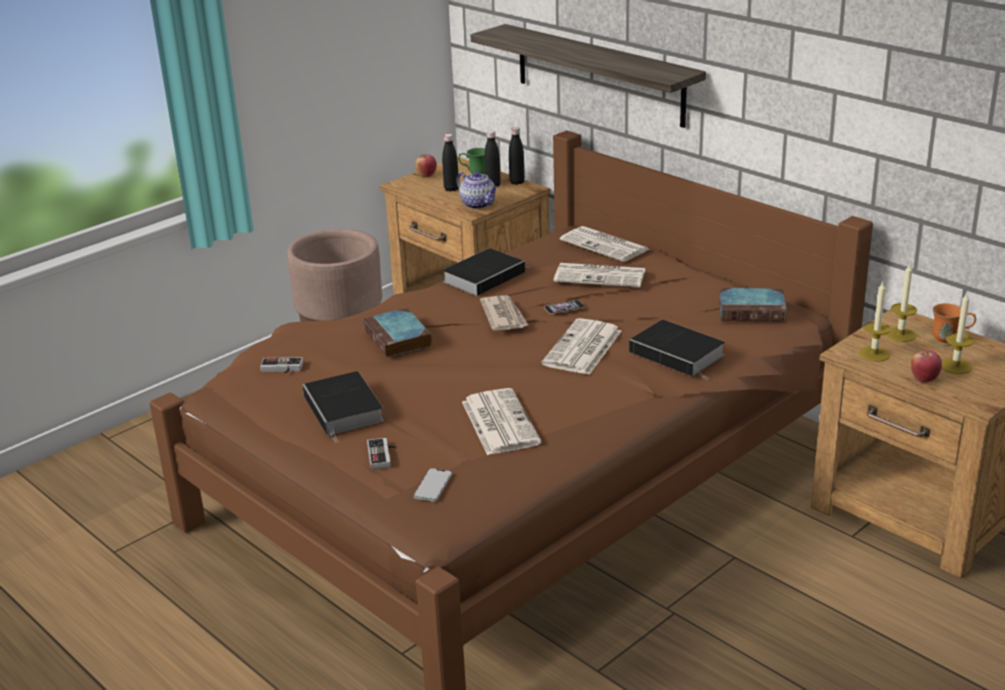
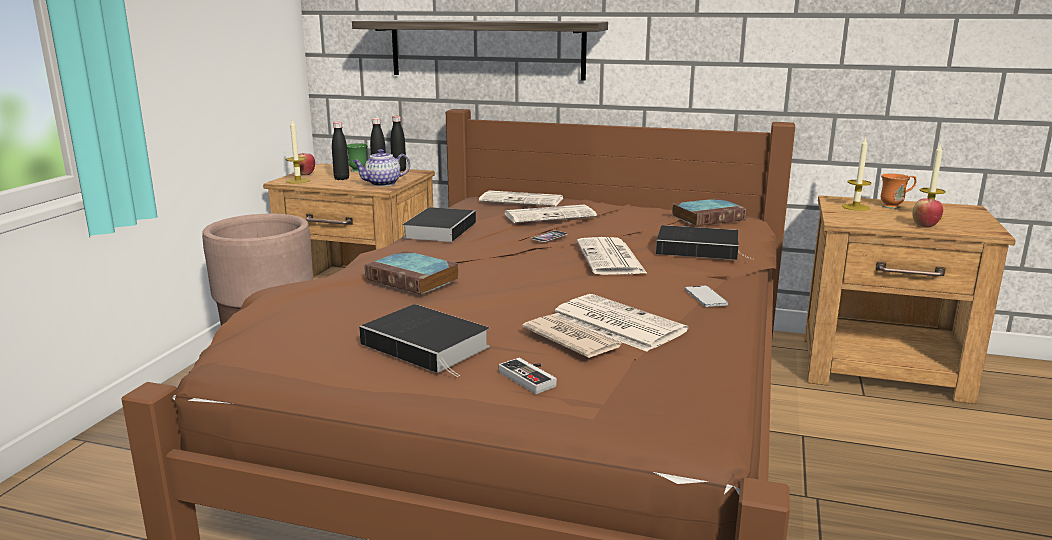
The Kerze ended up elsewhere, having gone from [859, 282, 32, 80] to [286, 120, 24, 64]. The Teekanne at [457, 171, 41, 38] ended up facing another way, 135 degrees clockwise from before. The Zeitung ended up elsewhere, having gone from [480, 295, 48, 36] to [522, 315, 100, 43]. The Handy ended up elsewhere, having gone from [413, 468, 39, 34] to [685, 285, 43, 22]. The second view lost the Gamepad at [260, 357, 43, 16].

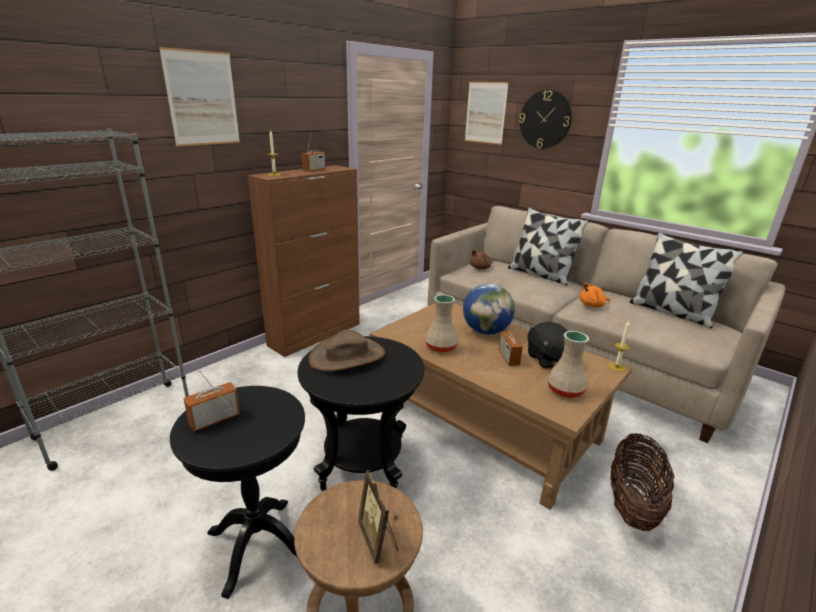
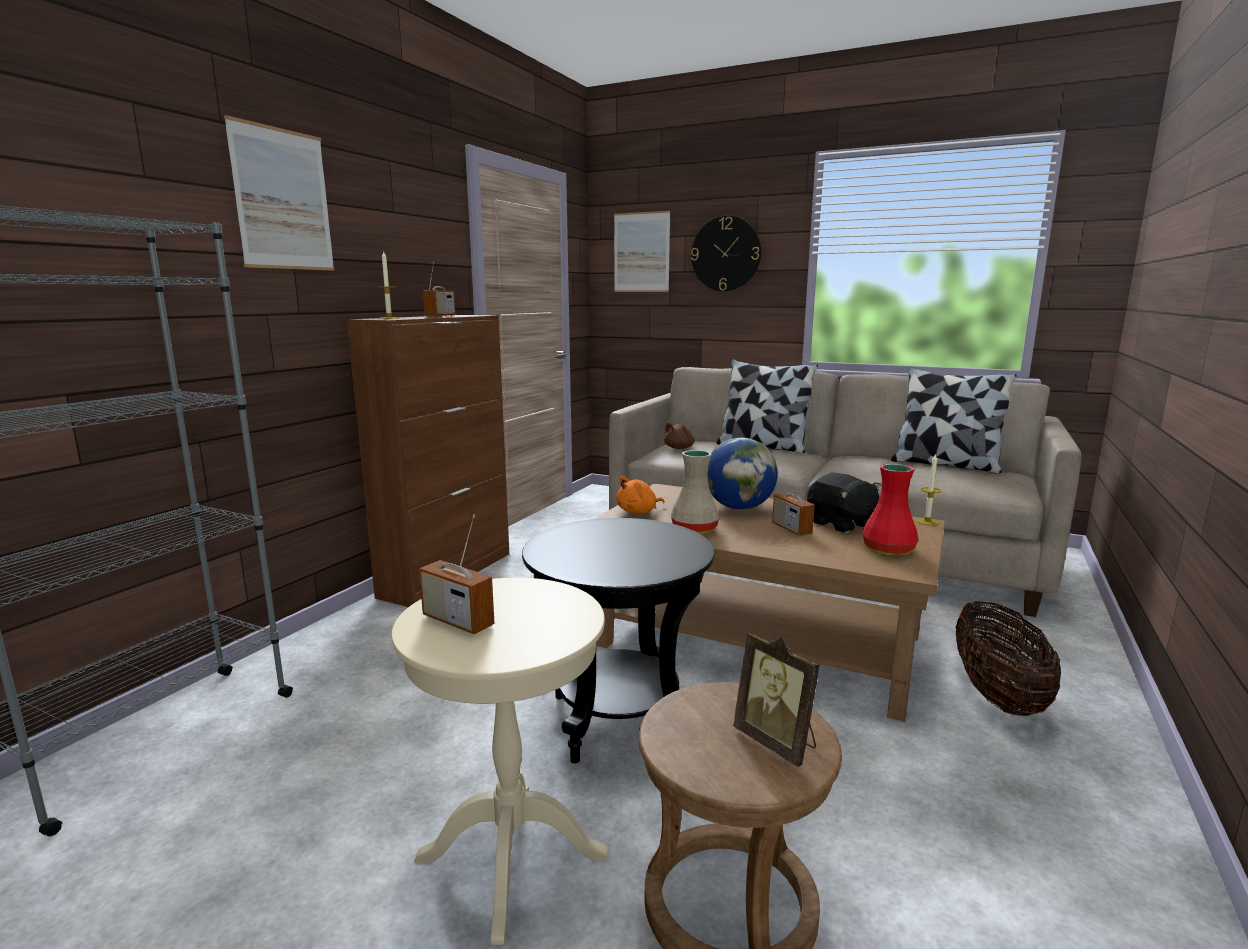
What was the Beistelltisch (schwarz) at [170, 386, 135, 213] turned into the Beistelltisch (beige) at [392, 578, 217, 367]. The Radio at [183, 370, 57, 62] ended up facing another way, 90 degrees counterclockwise from before. The Plüschtier (orange) ended up elsewhere, having gone from [579, 283, 31, 25] to [616, 476, 49, 37]. What was the Vase (beige) at [547, 331, 42, 67] turned into the Vase (rot) at [862, 464, 57, 92]. The second view lost the Hut (braun) at [309, 330, 76, 41].

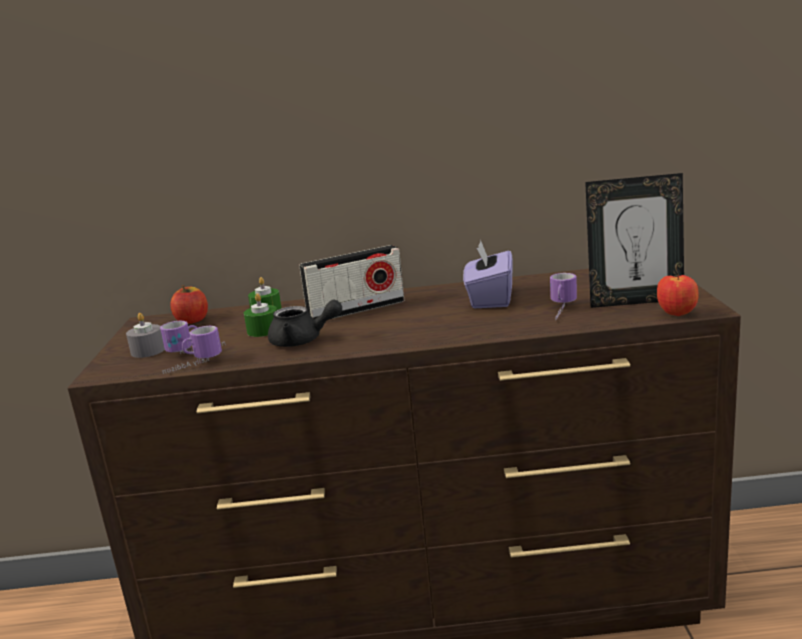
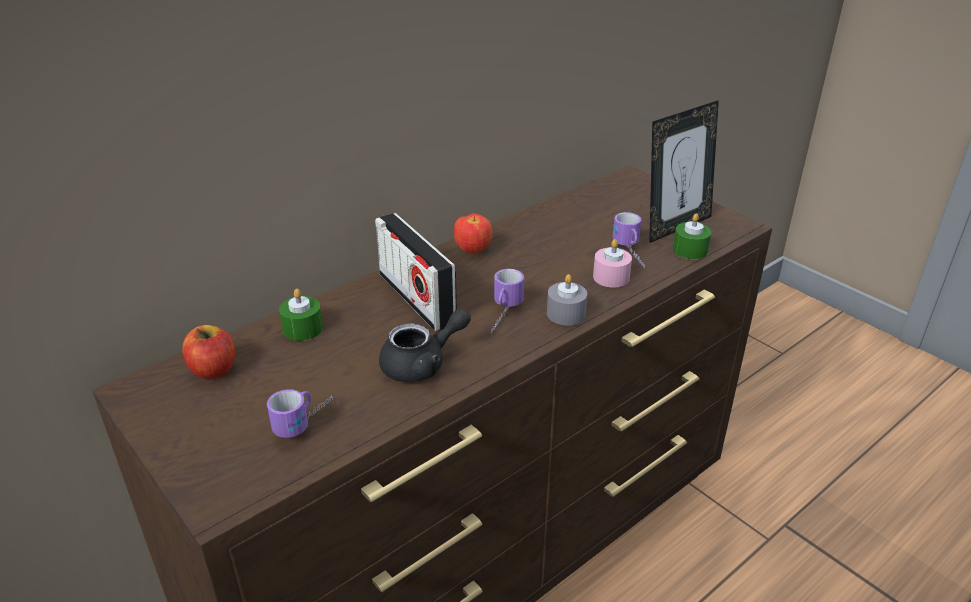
The Radio at [299, 245, 105, 74] ended up facing another way, 120 degrees clockwise from before. The Apfel ended up elsewhere, having gone from [657, 275, 41, 41] to [454, 213, 38, 40]. The Henkelbecher ended up elsewhere, having gone from [163, 326, 59, 48] to [491, 269, 33, 65]. The Kerze (grau) ended up elsewhere, having gone from [126, 313, 39, 45] to [547, 274, 40, 51]. The second view gained the Kerze (rosa) at [593, 239, 39, 49]. The Kerze (grün) ended up elsewhere, having gone from [244, 293, 33, 44] to [673, 213, 38, 46]. The second view lost the Taschentuchbox (lila) at [463, 240, 49, 68].

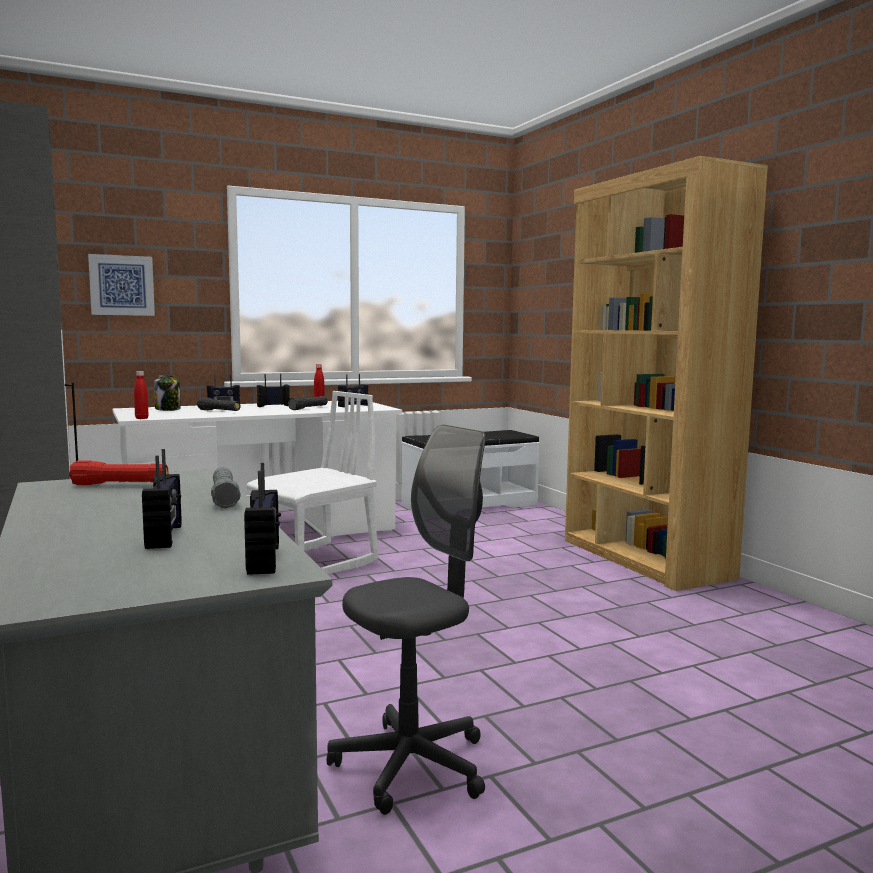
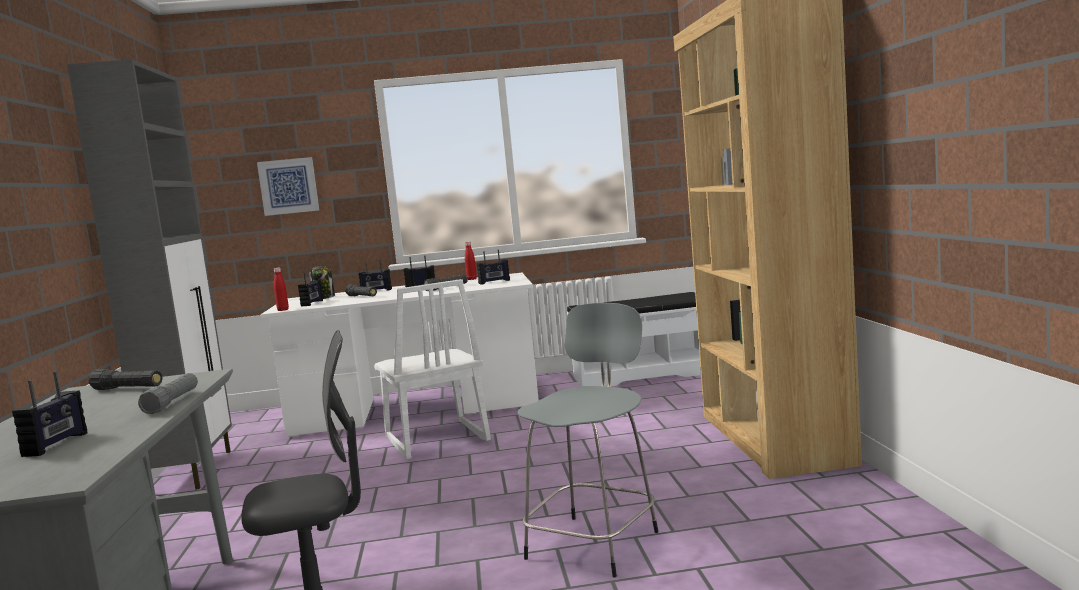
What was the Taschenlampe (rot) at [69, 460, 99, 25] turned into the Taschenlampe (schwarz) at [89, 369, 73, 21]. The Radio ended up elsewhere, having gone from [244, 463, 37, 112] to [298, 270, 25, 37]. The Stuhl (weiß) at [246, 391, 132, 183] ended up facing another way, 90 degrees clockwise from before. The second view gained the Hocker (grau) at [518, 303, 141, 275].

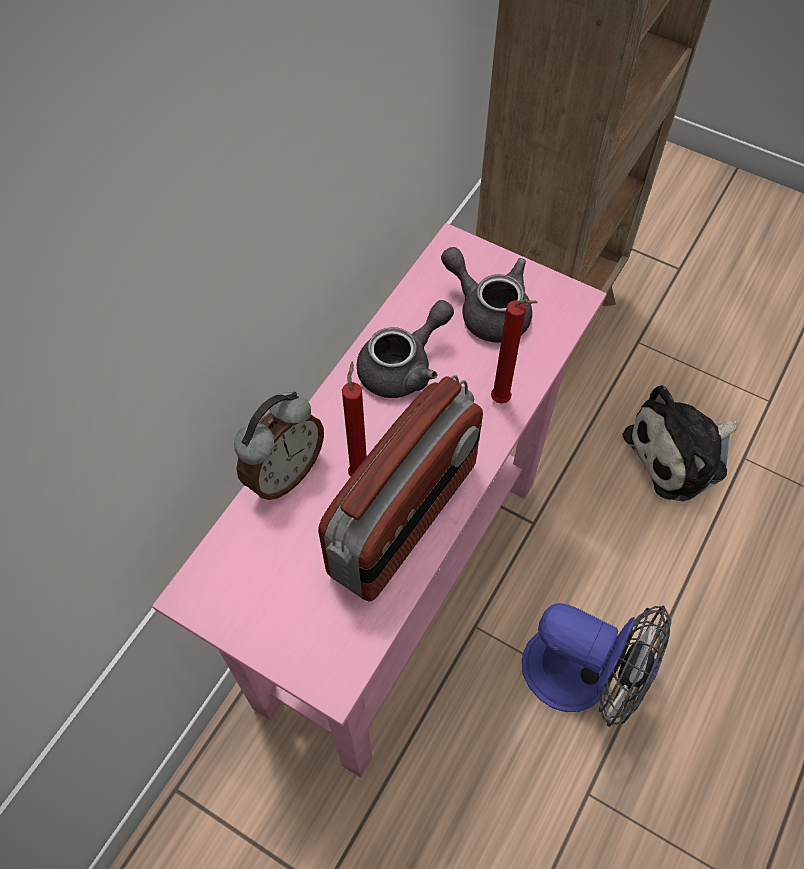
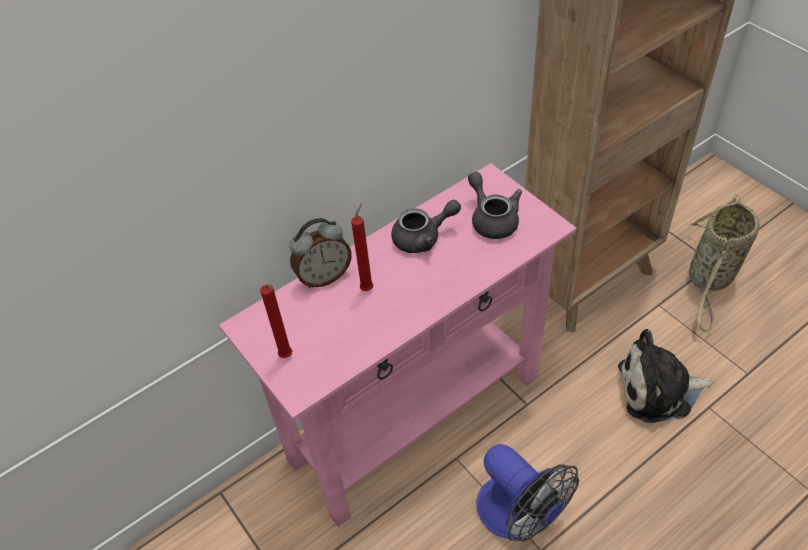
The Kerze (rot) ended up elsewhere, having gone from [491, 299, 47, 105] to [260, 284, 32, 74]. The second view gained the Korb at [689, 194, 70, 138]. The second view lost the Radio at [318, 375, 165, 227].

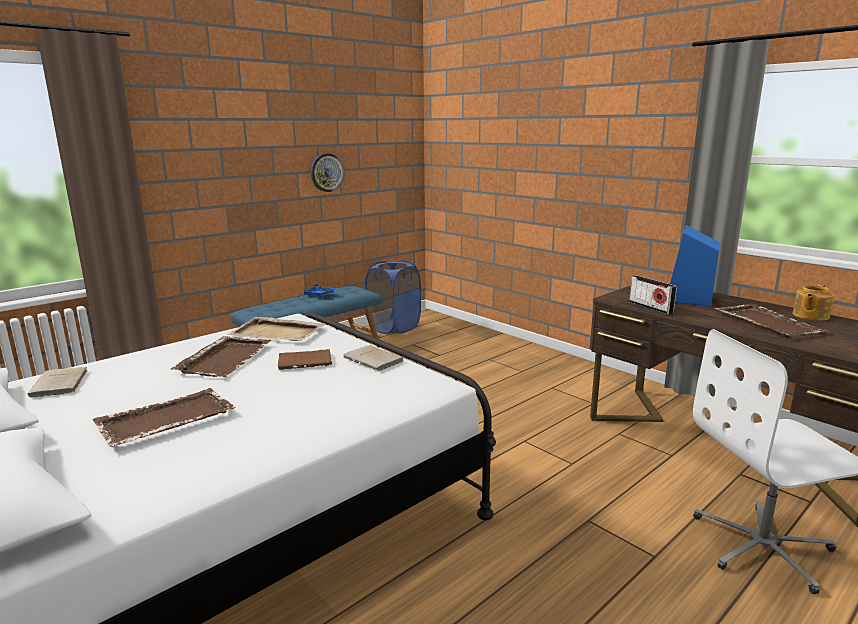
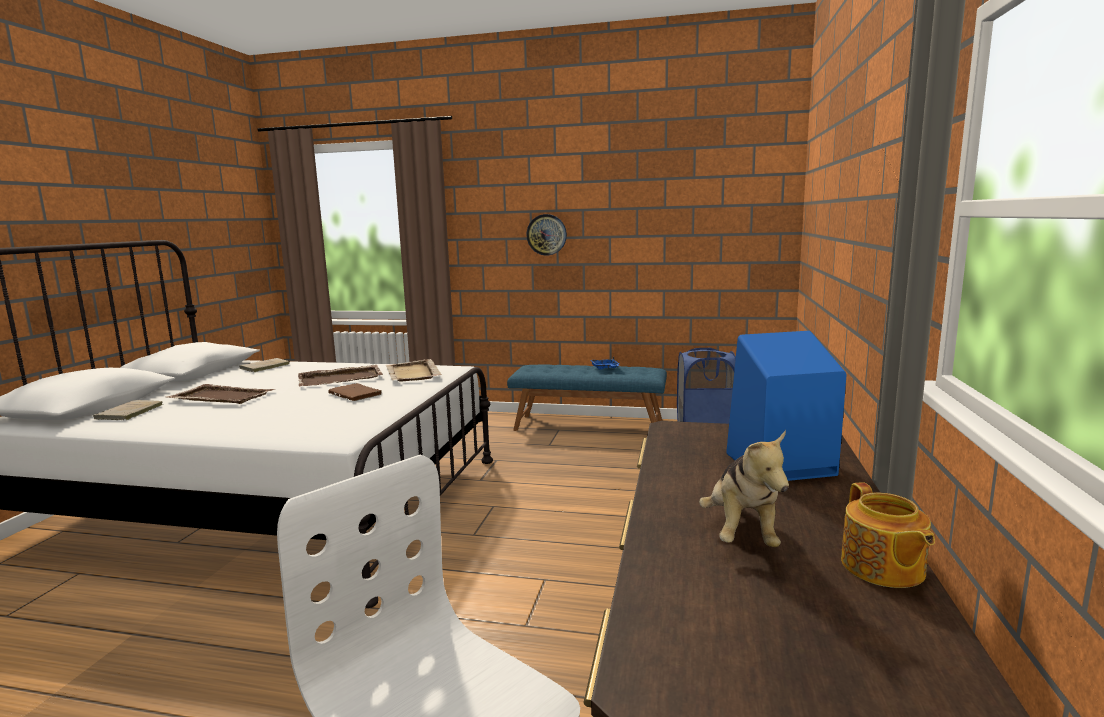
The Buch (beige) ended up elsewhere, having gone from [343, 345, 61, 26] to [93, 400, 70, 20]. The Wanduhr ended up elsewhere, having gone from [311, 153, 33, 39] to [526, 214, 41, 42]. Where the Tablett (braun) stood at [714, 303, 116, 35], the Plüschtier came to stand at [699, 430, 90, 117]. The Teekanne at [793, 284, 41, 36] ended up facing another way, 105 degrees counterclockwise from before. The second view lost the Radio at [629, 276, 48, 38].

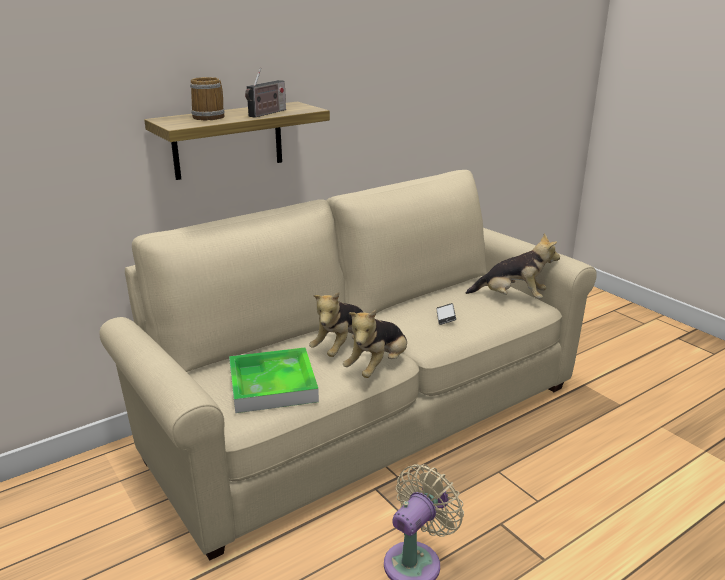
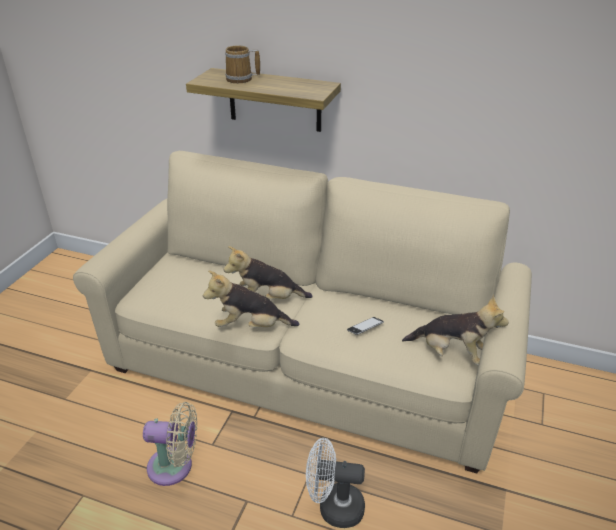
The second view gained the Ventilator (weiß) at [306, 438, 59, 90]. The Plüschtier at [466, 233, 94, 66] ended up facing another way, 45 degrees counterclockwise from before. The second view lost the Tablett at [229, 348, 90, 65]. The second view lost the Radio at [245, 68, 41, 50].

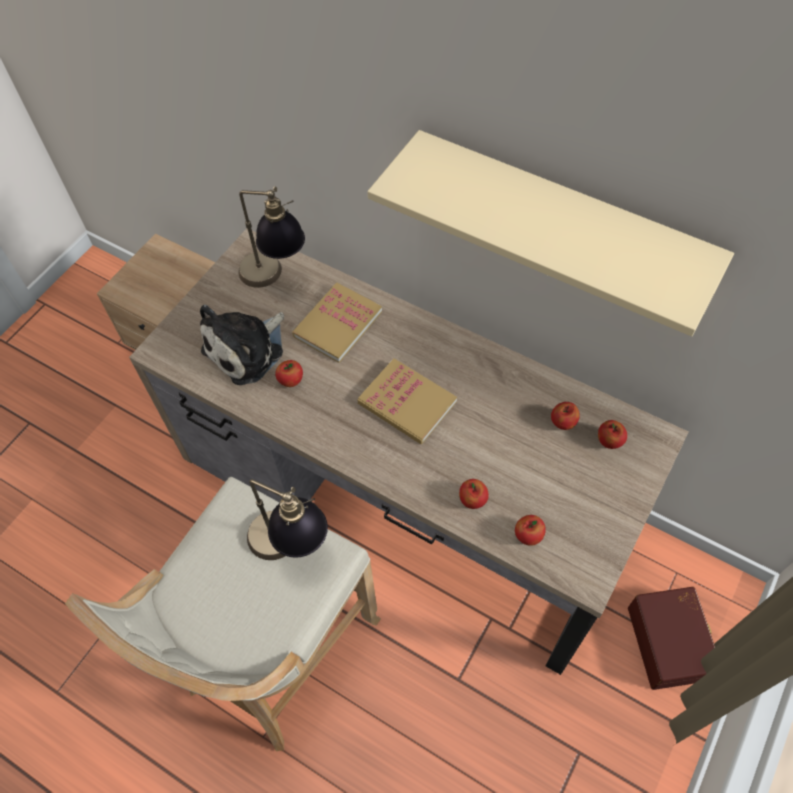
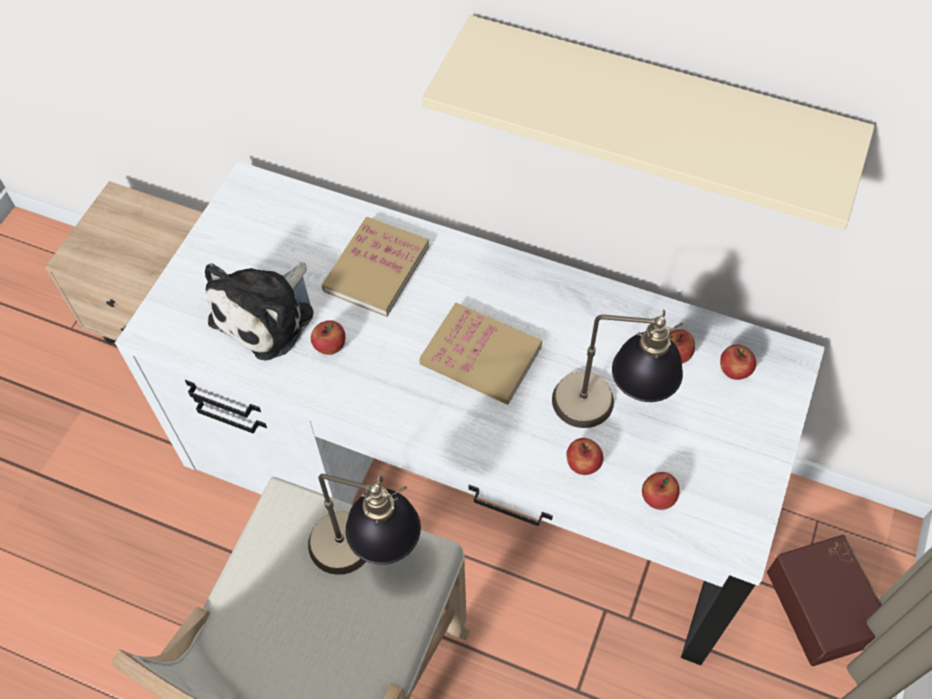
What was the Schreibtisch (braun) at [129, 228, 559, 447] turned into the Schreibtisch (weiß) at [115, 161, 710, 504]. The Tischlampe ended up elsewhere, having gone from [239, 186, 66, 102] to [552, 310, 131, 118].

